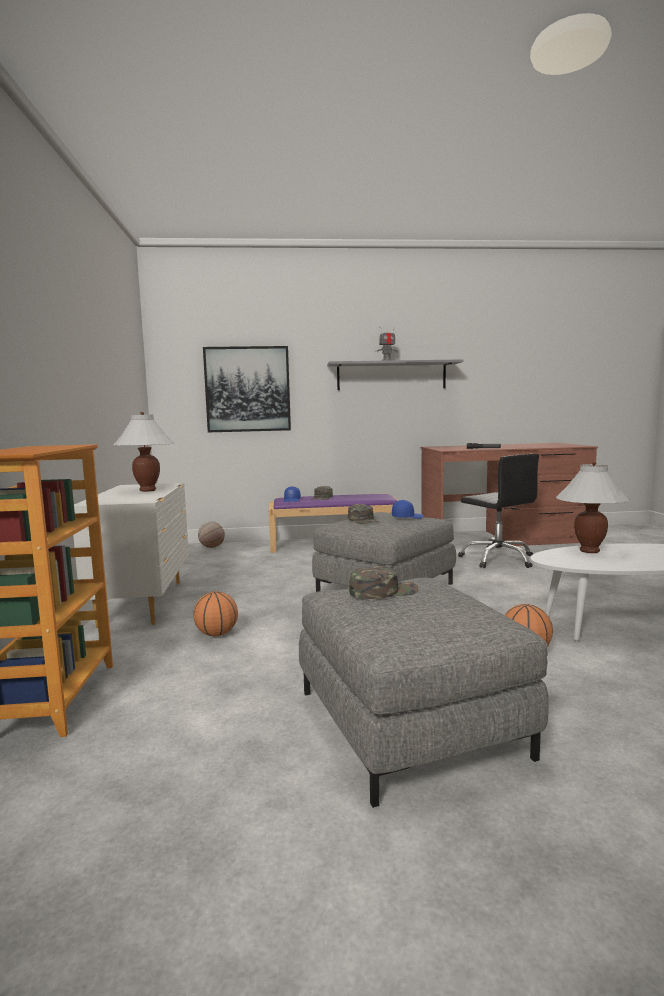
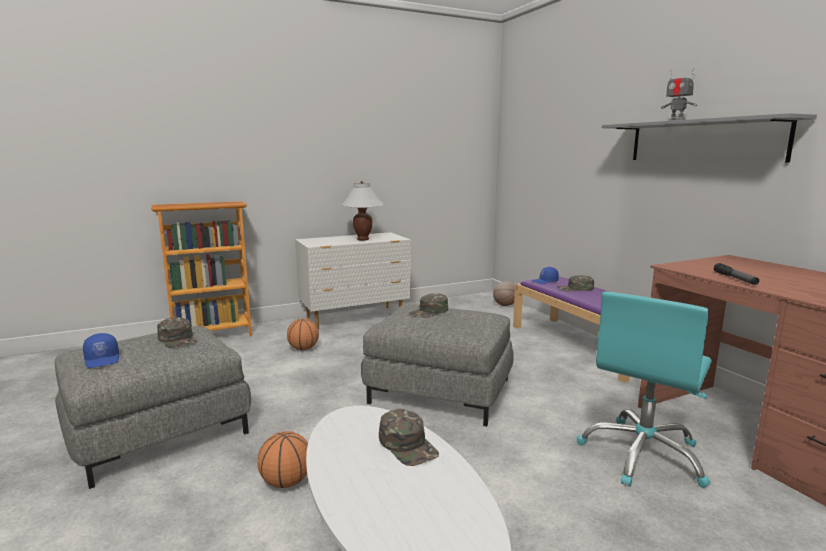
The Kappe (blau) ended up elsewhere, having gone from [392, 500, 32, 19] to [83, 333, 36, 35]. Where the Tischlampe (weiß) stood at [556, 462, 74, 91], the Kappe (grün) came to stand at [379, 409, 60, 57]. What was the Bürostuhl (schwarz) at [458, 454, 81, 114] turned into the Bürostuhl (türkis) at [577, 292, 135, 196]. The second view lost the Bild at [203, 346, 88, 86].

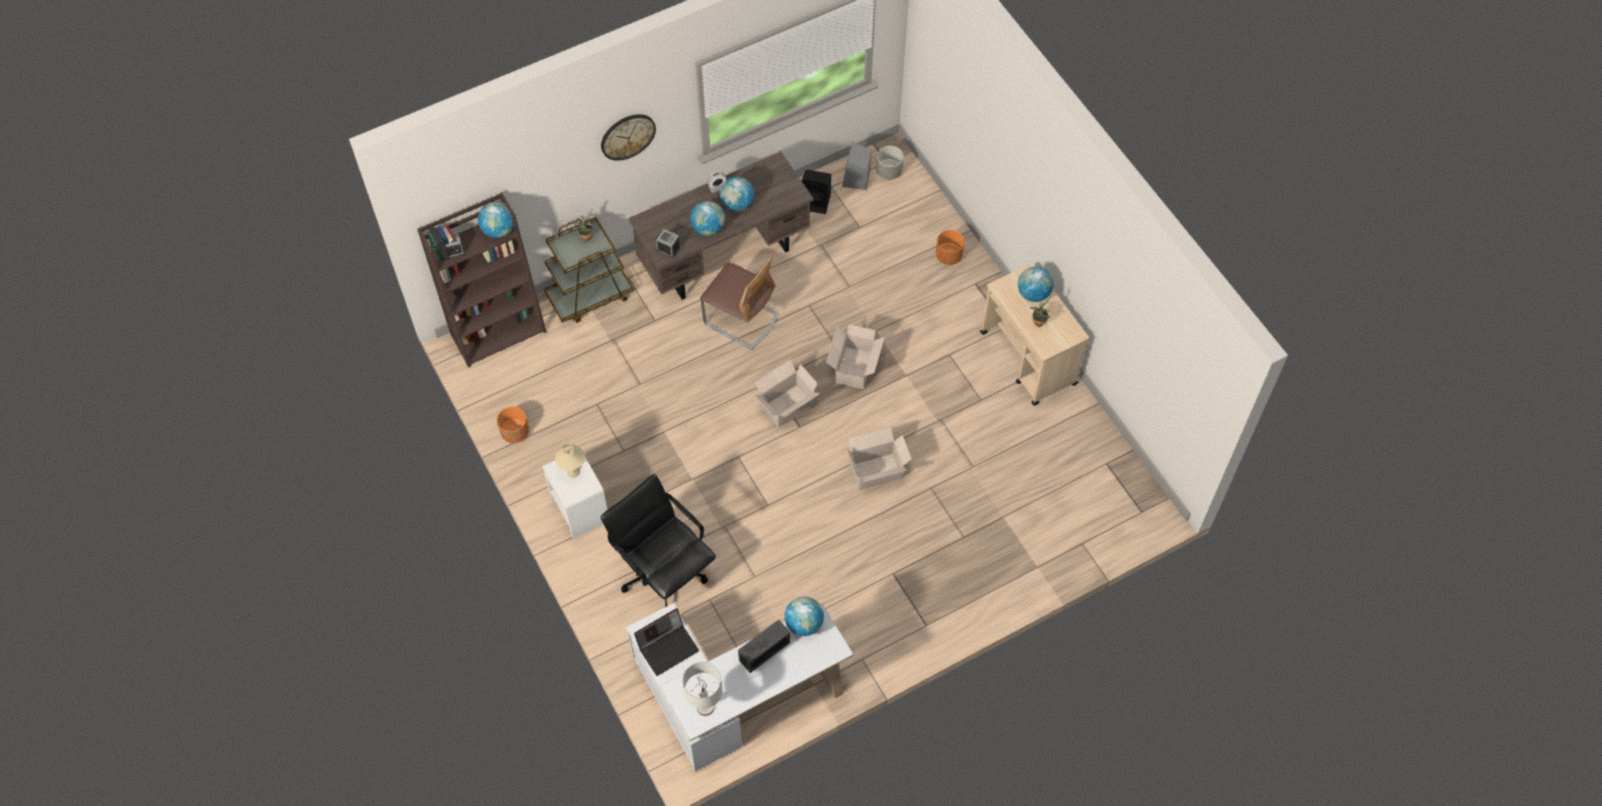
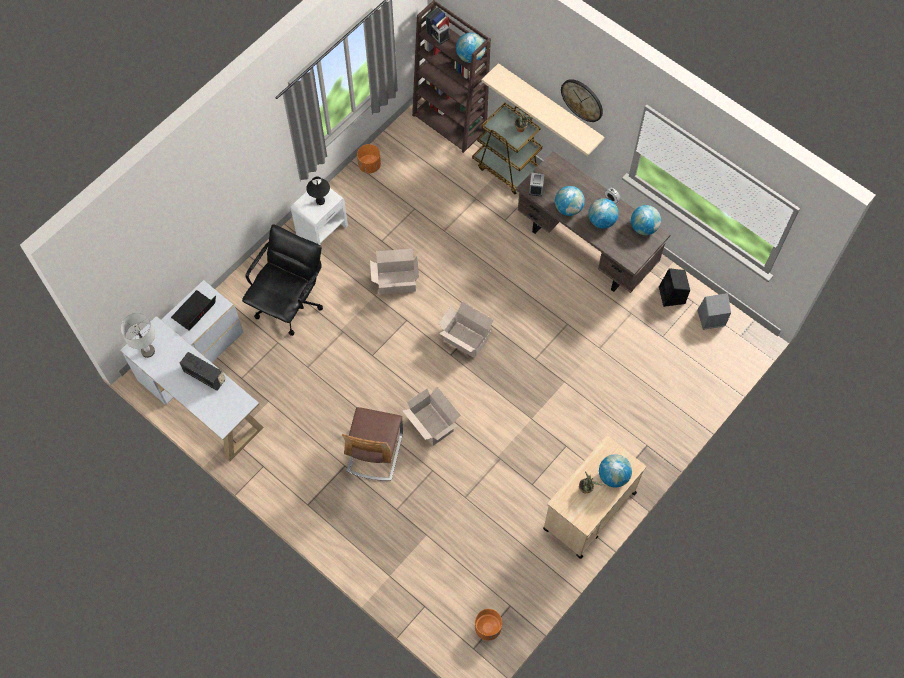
The Laptop at [634, 608, 65, 68] ended up facing another way, 90 degrees clockwise from before. What was the Tischlampe (beige) at [555, 444, 30, 34] turned into the Tischlampe (schwarz) at [306, 176, 24, 29]. The Stuhl ended up elsewhere, having gone from [700, 253, 79, 97] to [342, 407, 61, 74]. The Karton ended up elsewhere, having gone from [826, 324, 59, 65] to [370, 249, 49, 45]. The Pflanzkübel (orange) ended up elsewhere, having gone from [936, 230, 29, 35] to [475, 609, 27, 32]. The second view gained the Wandregal (beige) at [481, 63, 123, 93]. The Globus ended up elsewhere, having gone from [785, 596, 39, 40] to [631, 205, 30, 30]. The second view lost the Pflanzkübel (grau) at [876, 146, 28, 34].

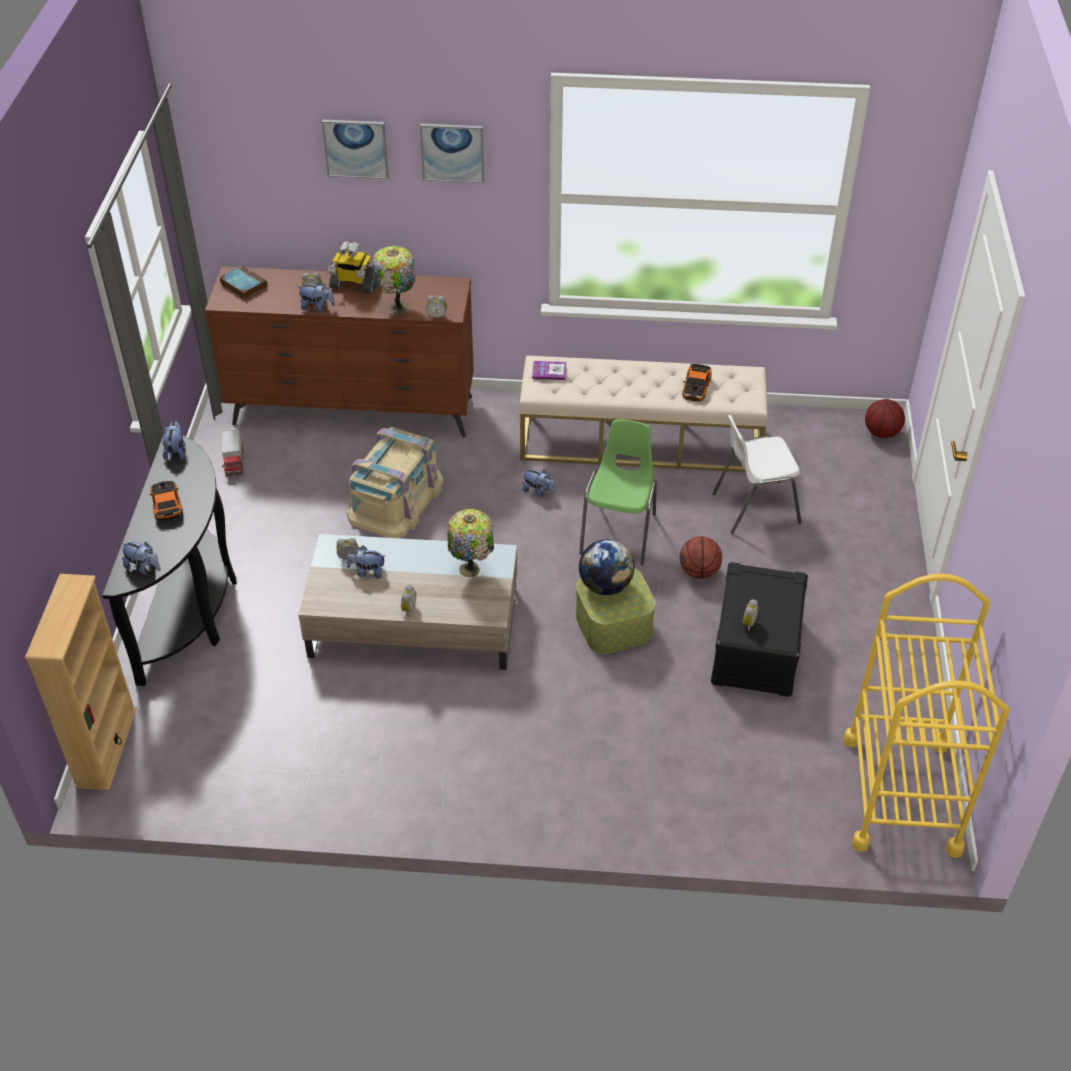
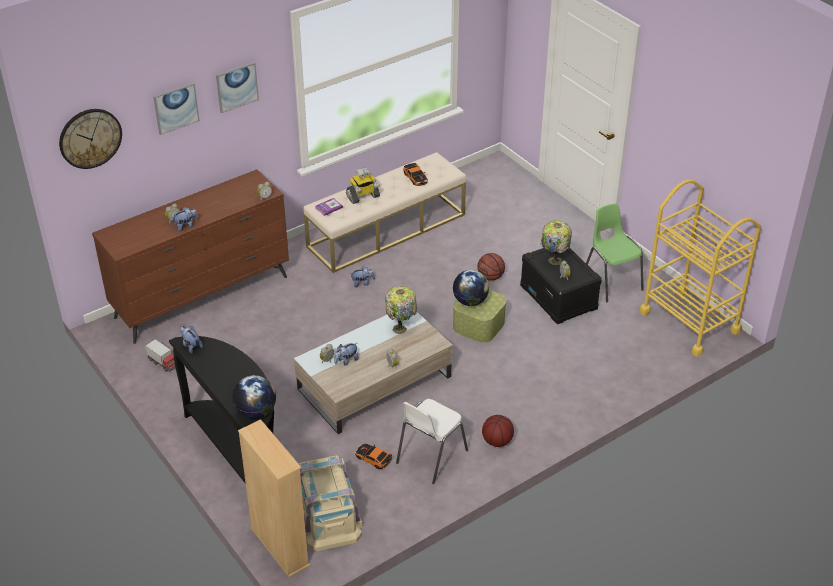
The second view gained the Wanduhr at [59, 109, 63, 60]. Where the Plüschtier stood at [121, 542, 40, 33], the Globus came to stand at [232, 375, 44, 44]. The Aufbewahrungsbox (beige) ended up elsewhere, having gone from [347, 427, 97, 111] to [299, 455, 64, 96]. The Spielzeugroboter ended up elsewhere, having gone from [328, 241, 48, 53] to [346, 168, 34, 36]. The Spielzeugauto ended up elsewhere, having gone from [149, 481, 34, 39] to [355, 444, 37, 25]. The Stuhl (weiß) ended up elsewhere, having gone from [713, 415, 89, 119] to [396, 399, 72, 85]. The Basketball ended up elsewhere, having gone from [865, 399, 40, 39] to [482, 415, 32, 32]. The Tischlampe ended up elsewhere, having gone from [373, 246, 42, 68] to [541, 220, 31, 45]. The Stuhl (grün) ended up elsewhere, having gone from [579, 420, 78, 145] to [586, 204, 58, 98]. The second view lost the Buch at [219, 265, 48, 34].

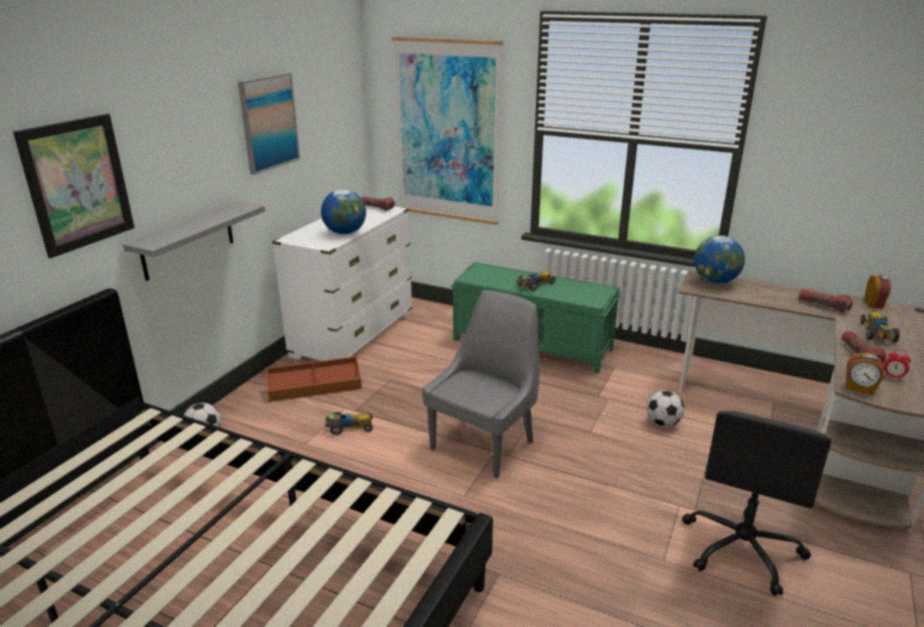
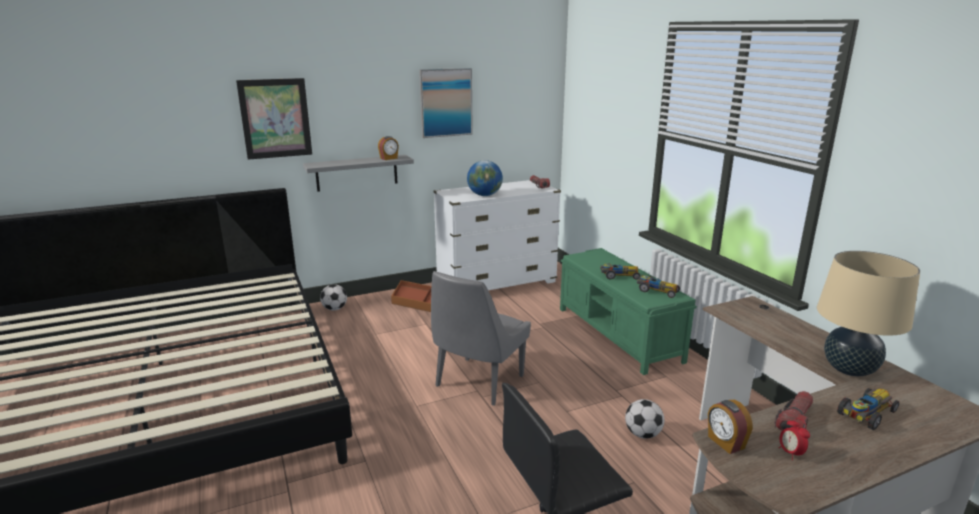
The Wecker ended up elsewhere, having gone from [864, 275, 27, 34] to [378, 136, 21, 24]. The Stuhl (grau) at [422, 290, 117, 188] ended up facing another way, 135 degrees clockwise from before. The Spielzeugauto ended up elsewhere, having gone from [325, 412, 48, 23] to [637, 275, 43, 23]. Where the Taschenlampe stood at [799, 289, 54, 24], the Tischlampe (beige) came to stand at [817, 251, 103, 125]. The second view lost the Bild at [392, 36, 111, 189]. The second view lost the Globus at [694, 236, 51, 48].

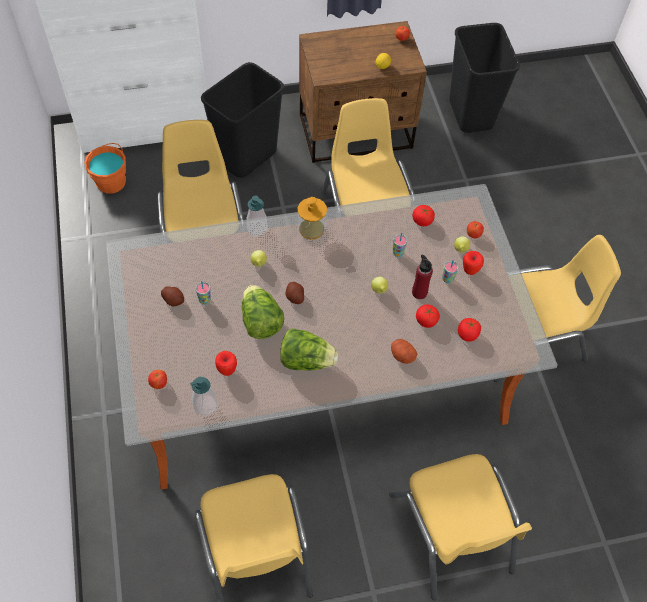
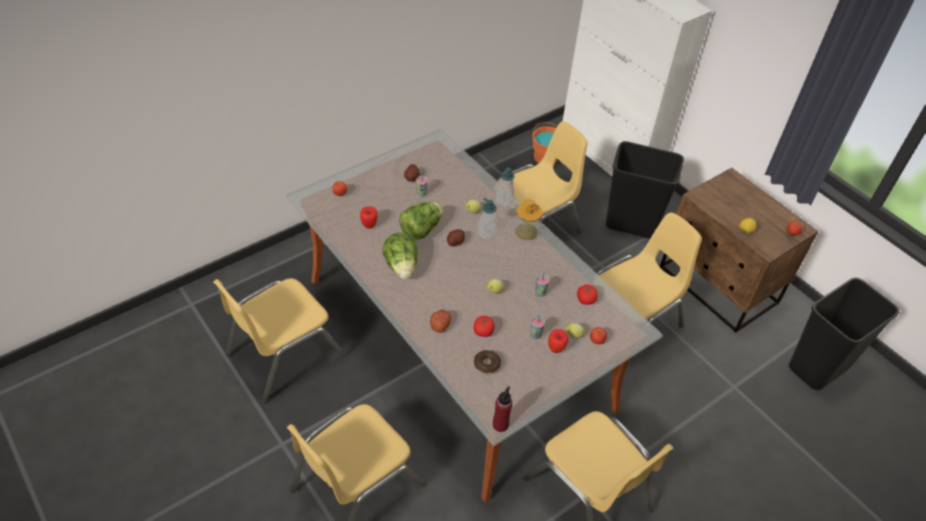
Where the Tomate stood at [458, 318, 23, 24], the Donut came to stand at [474, 350, 27, 25]. The Seifenspender ended up elsewhere, having gone from [190, 377, 27, 38] to [478, 198, 19, 41]. The Flasche (rot) ended up elsewhere, having gone from [412, 254, 21, 45] to [493, 386, 19, 46].

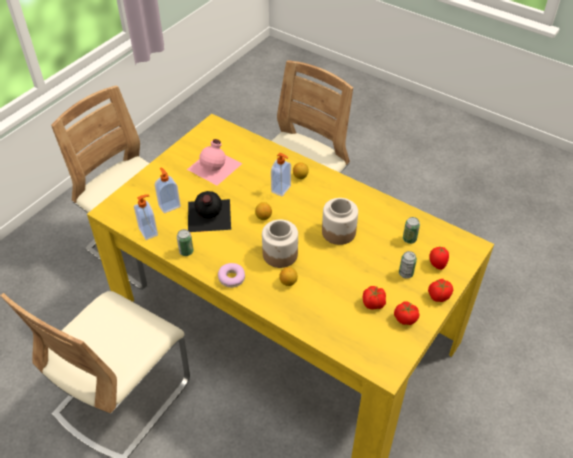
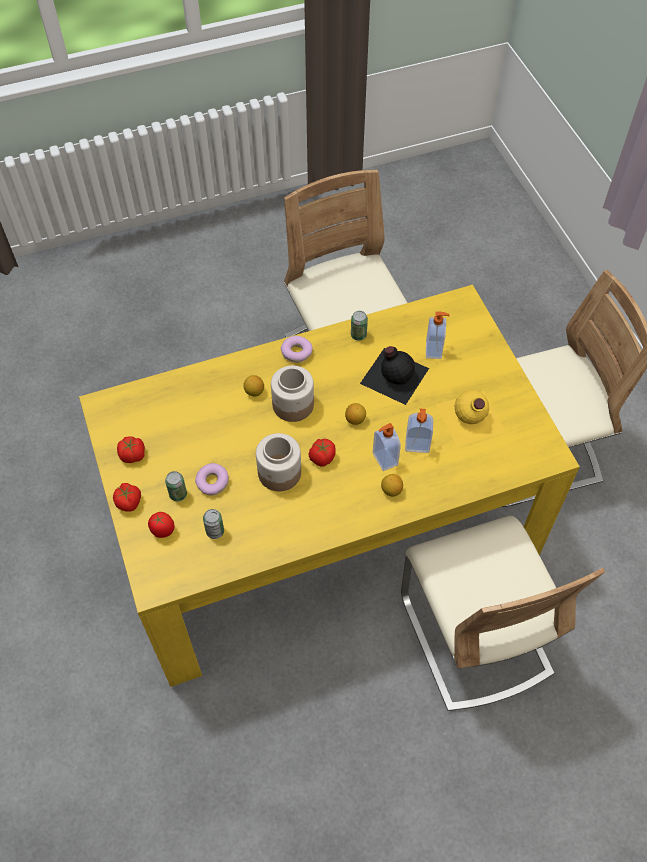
The second view gained the Donut at [195, 463, 34, 32]. The Tomate ended up elsewhere, having gone from [363, 286, 23, 23] to [308, 439, 28, 28]. The Seifenspender ended up elsewhere, having gone from [134, 195, 24, 45] to [405, 409, 28, 44]. What was the Flasche (rosa) at [187, 139, 55, 46] turned into the Flasche (gelb) at [436, 390, 70, 57].

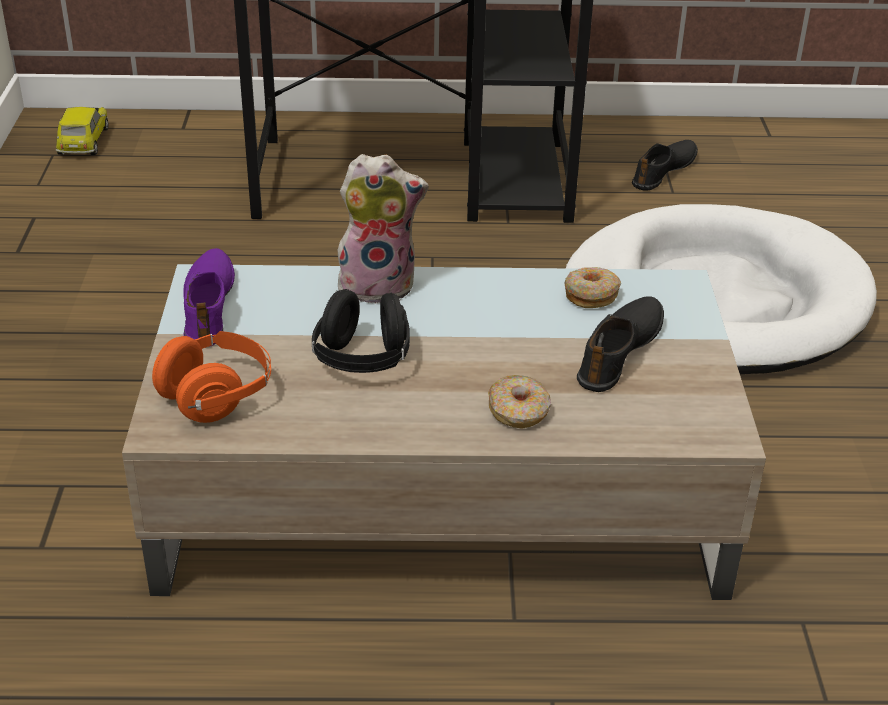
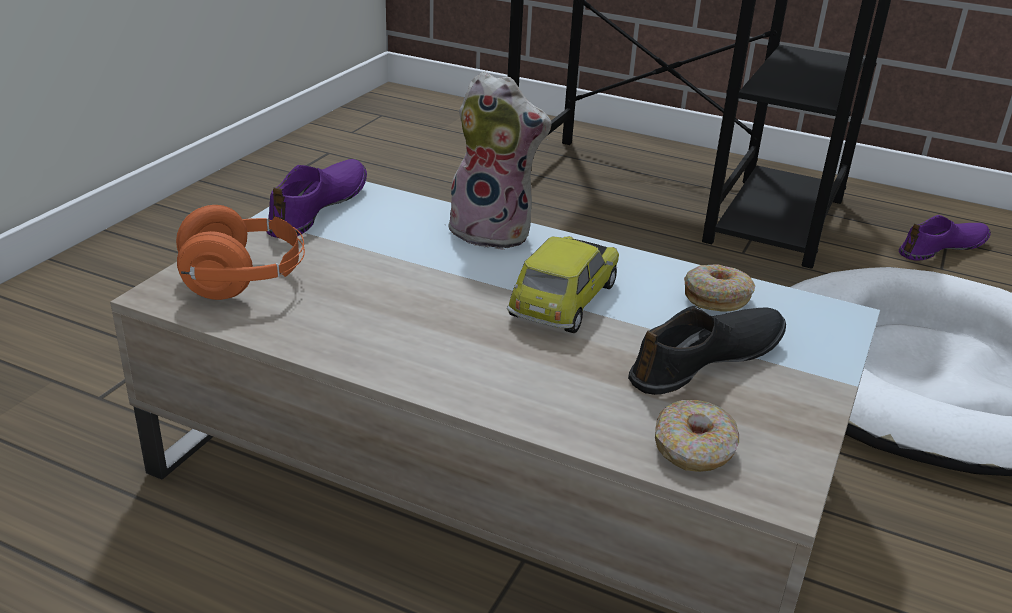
The Spielzeugauto ended up elsewhere, having gone from [56, 107, 52, 48] to [507, 236, 112, 97]. The Donut ended up elsewhere, having gone from [488, 375, 63, 54] to [655, 400, 84, 72]. What was the Schuh (schwarz) at [632, 140, 66, 51] turned into the Schuh (lila) at [899, 215, 92, 46]. The second view lost the Kopfhörer (schwarz) at [312, 289, 98, 84].

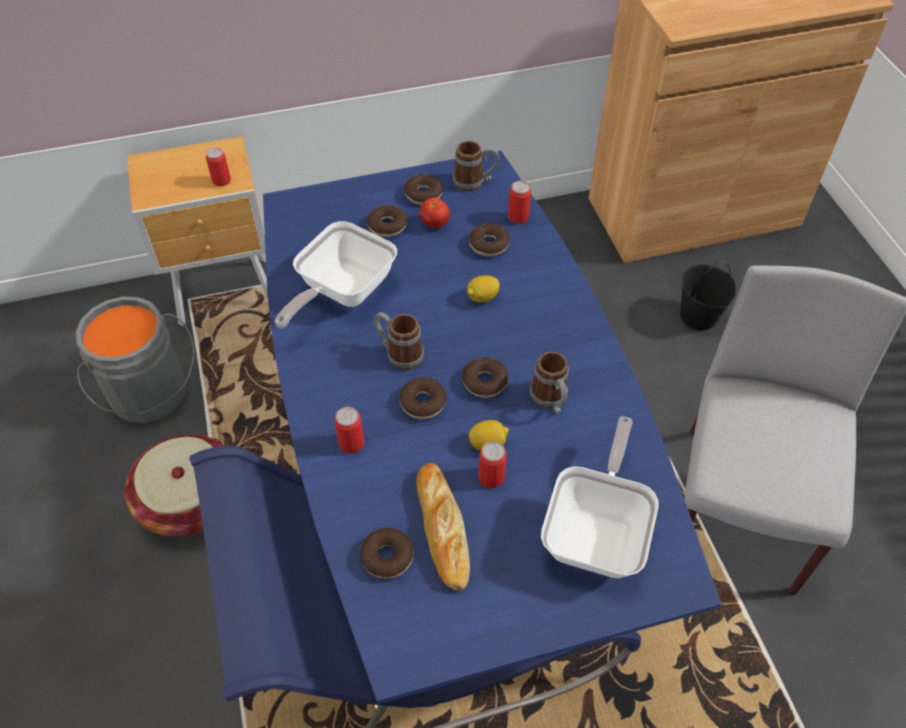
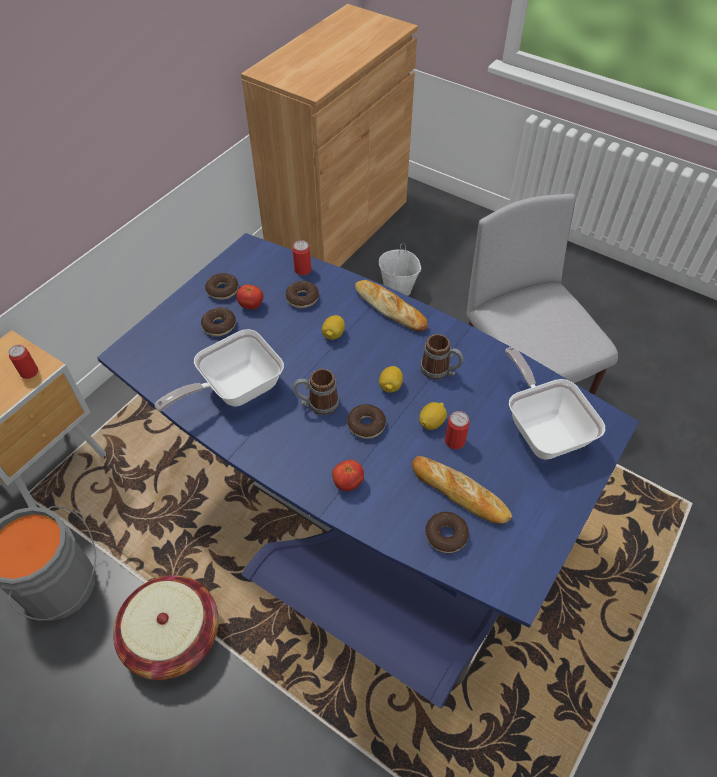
The Pfanne at [274, 221, 123, 107] ended up facing another way, 60 degrees clockwise from before. Where the Dose stood at [335, 406, 29, 47], the Tomate came to stand at [332, 460, 32, 31]. The second view gained the Brot at [355, 280, 73, 52]. What was the Eimer (schwarz) at [680, 262, 56, 68] turned into the Eimer (weiß) at [379, 242, 42, 54]. Where the Donut stood at [462, 357, 46, 41], the Zitrone came to stand at [379, 366, 24, 27]. The second view lost the Henkelbecher at [453, 141, 46, 50].

